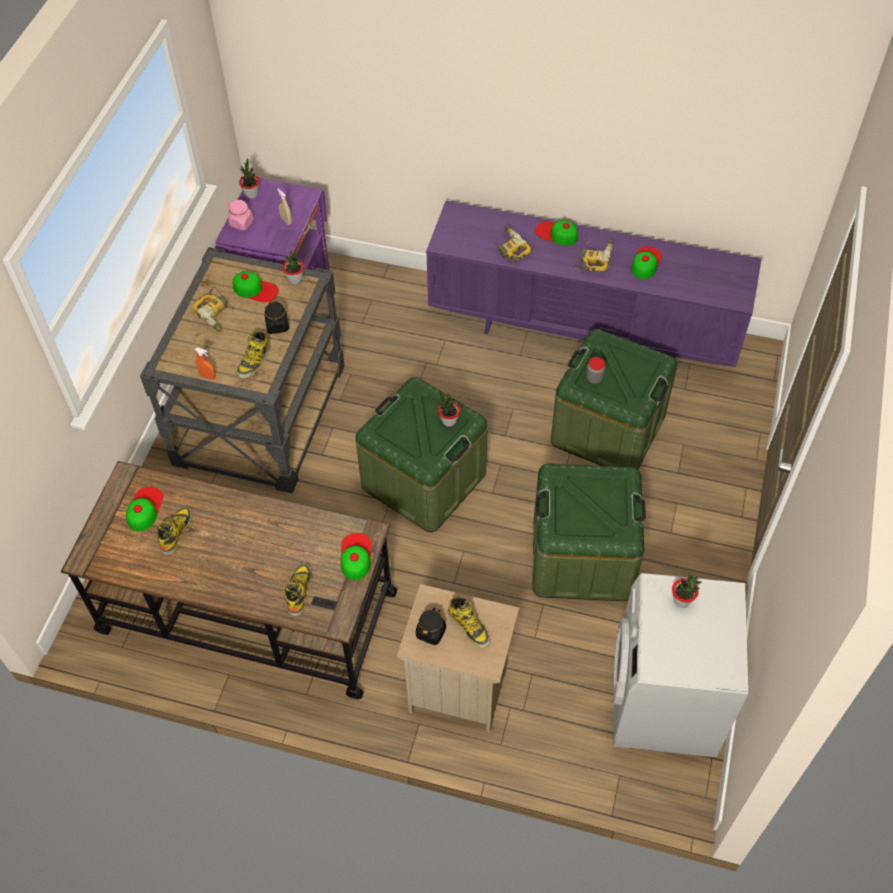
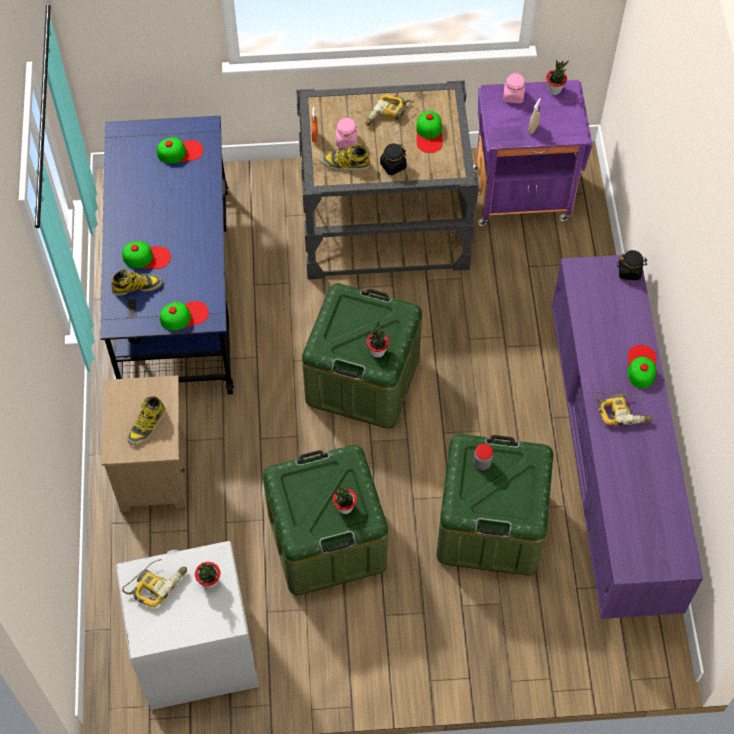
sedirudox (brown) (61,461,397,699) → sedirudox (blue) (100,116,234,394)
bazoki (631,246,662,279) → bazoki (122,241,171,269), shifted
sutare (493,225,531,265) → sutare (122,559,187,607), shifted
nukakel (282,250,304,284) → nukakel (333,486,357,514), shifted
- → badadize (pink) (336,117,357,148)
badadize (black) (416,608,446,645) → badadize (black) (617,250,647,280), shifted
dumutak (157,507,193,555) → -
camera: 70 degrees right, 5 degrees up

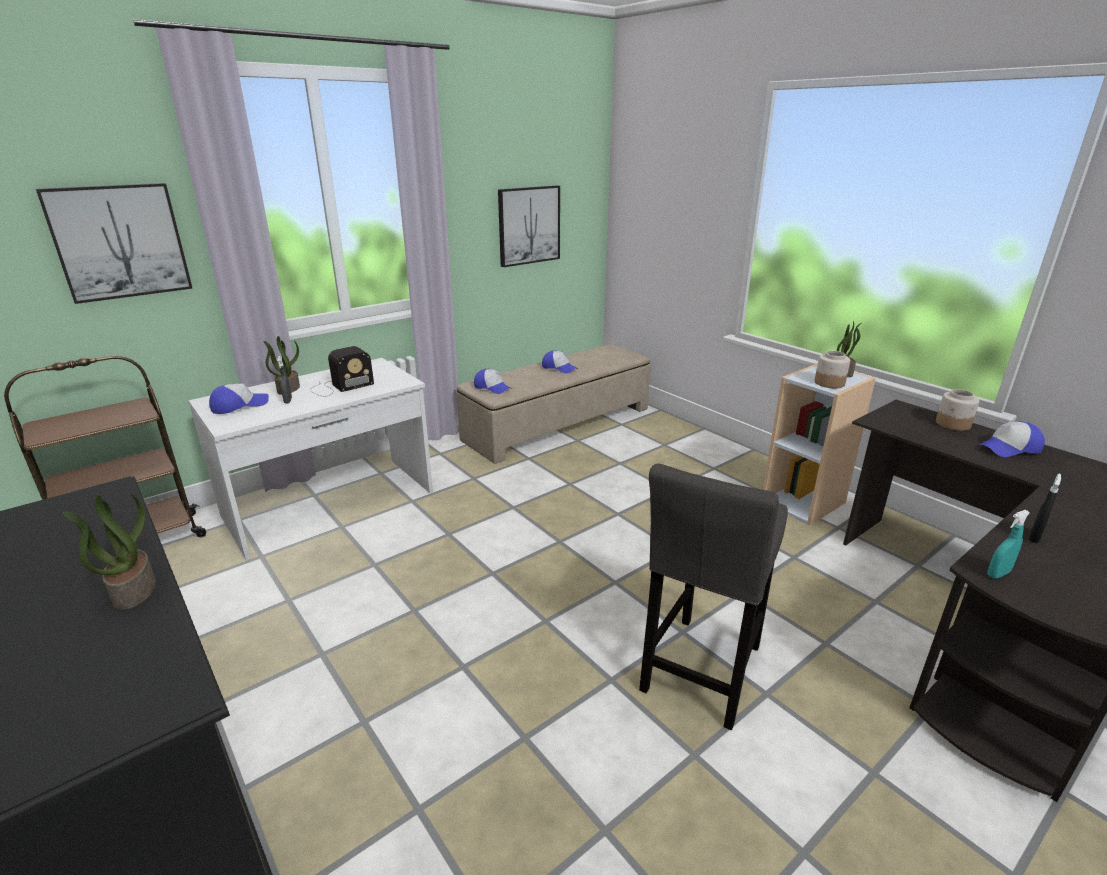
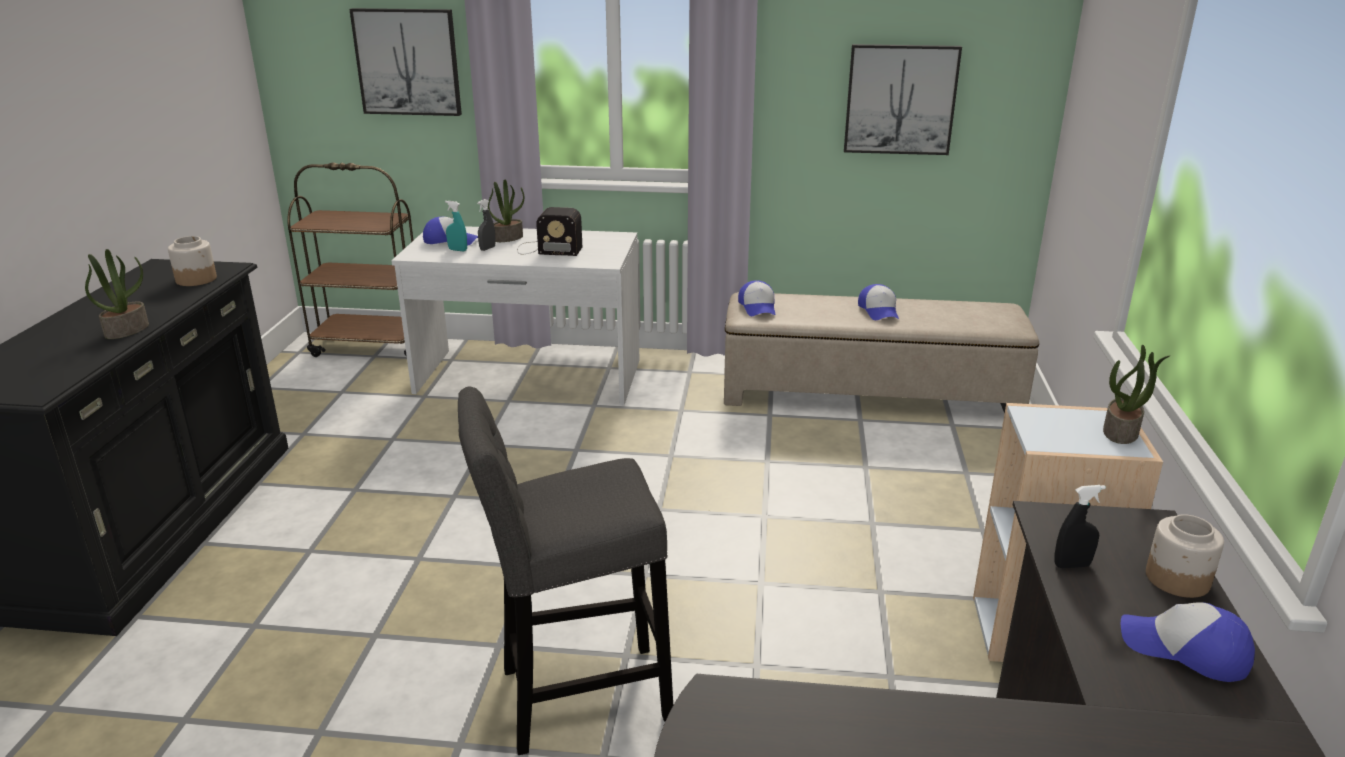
badadize (815,351,850,388) → badadize (168,236,217,286), shifted
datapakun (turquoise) (987,510,1030,578) → datapakun (turquoise) (445,201,467,252), shifted
datapakun (black) (1029,474,1061,543) → datapakun (black) (1054,485,1106,568), shifted
camera: 45 degrees right, 0 degrees up

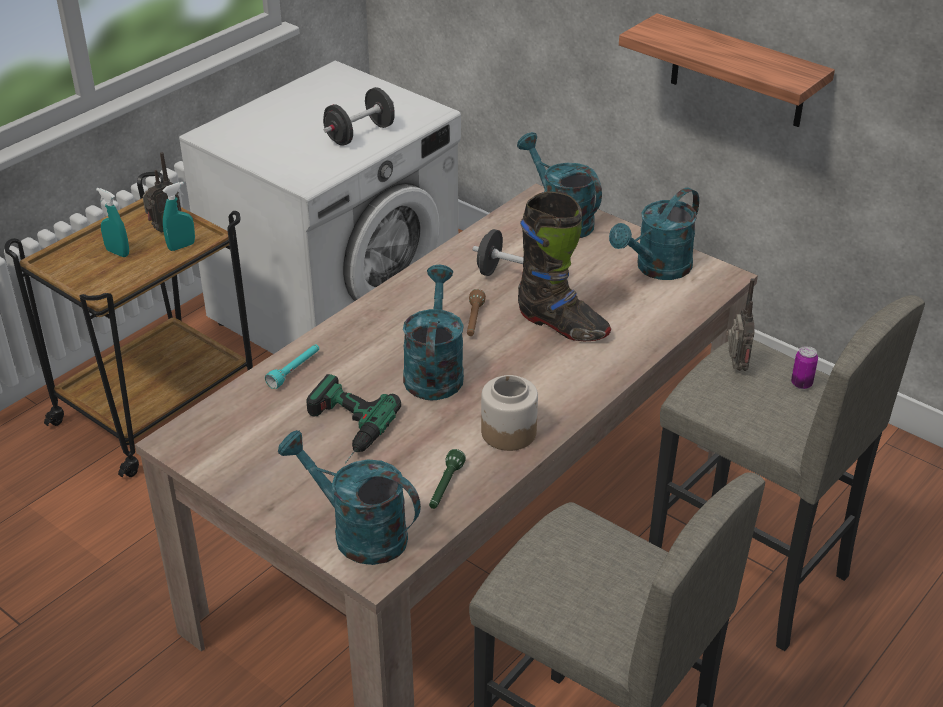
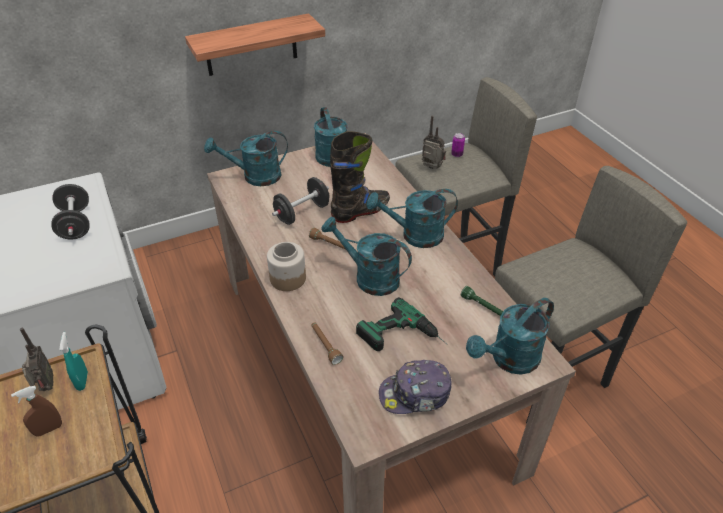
datapakun (turquoise) (96,188,129,257) → datapakun (brown) (11,386,62,437)
badadize (481,375,538,451) → badadize (267,242,306,291), shifted
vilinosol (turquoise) (265,344,319,389) → vilinosol (brown) (311,322,343,365)
- → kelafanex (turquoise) (367,189,458,248)
- → bazoki (379,360,451,414)
camera: 65 degrees left, 5 degrees up

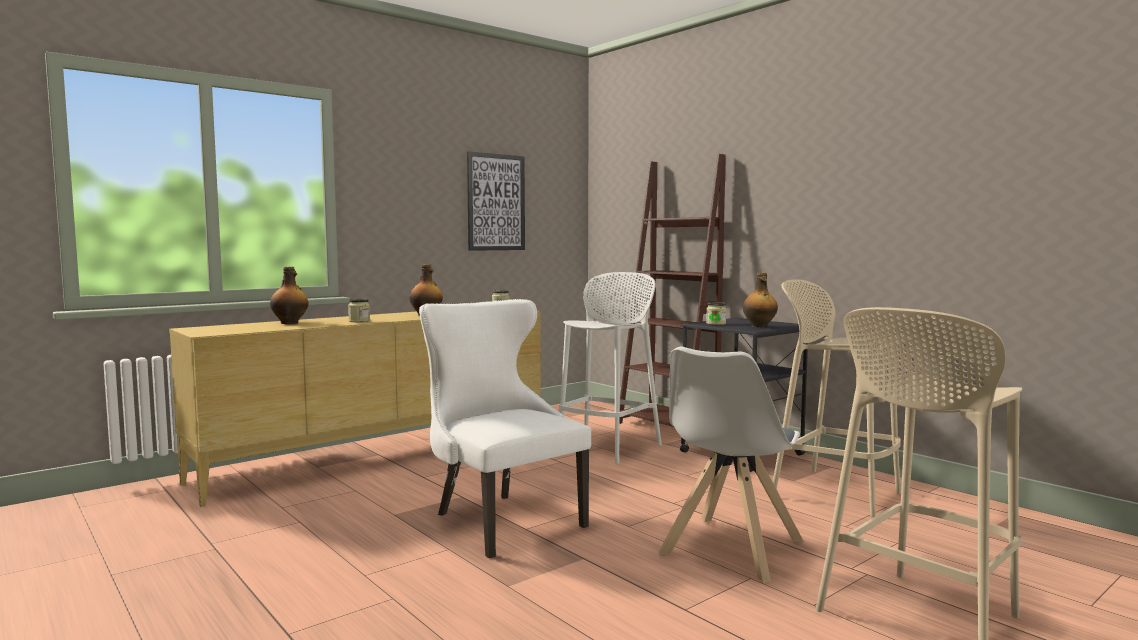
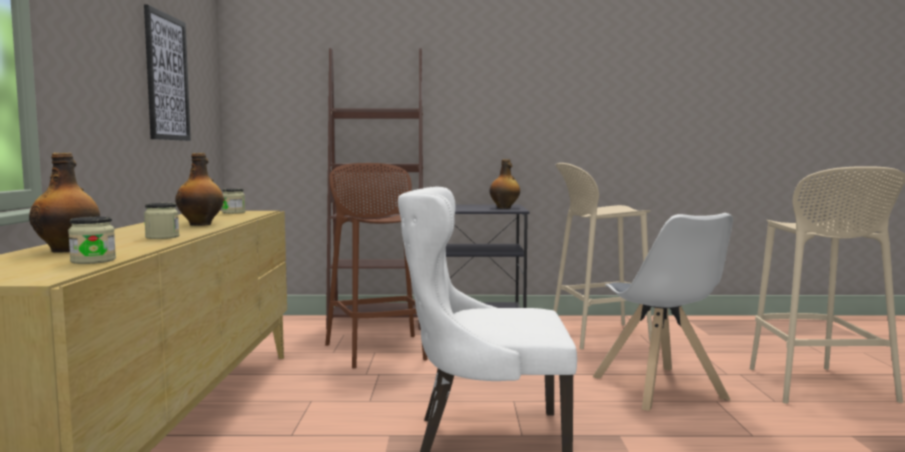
badadize (706,302,726,325) → badadize (68,217,116,264), shifted
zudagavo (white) (559,272,662,464) → zudagavo (brown) (325,163,428,368)
camera: 50 degrees left, 0 degrees up

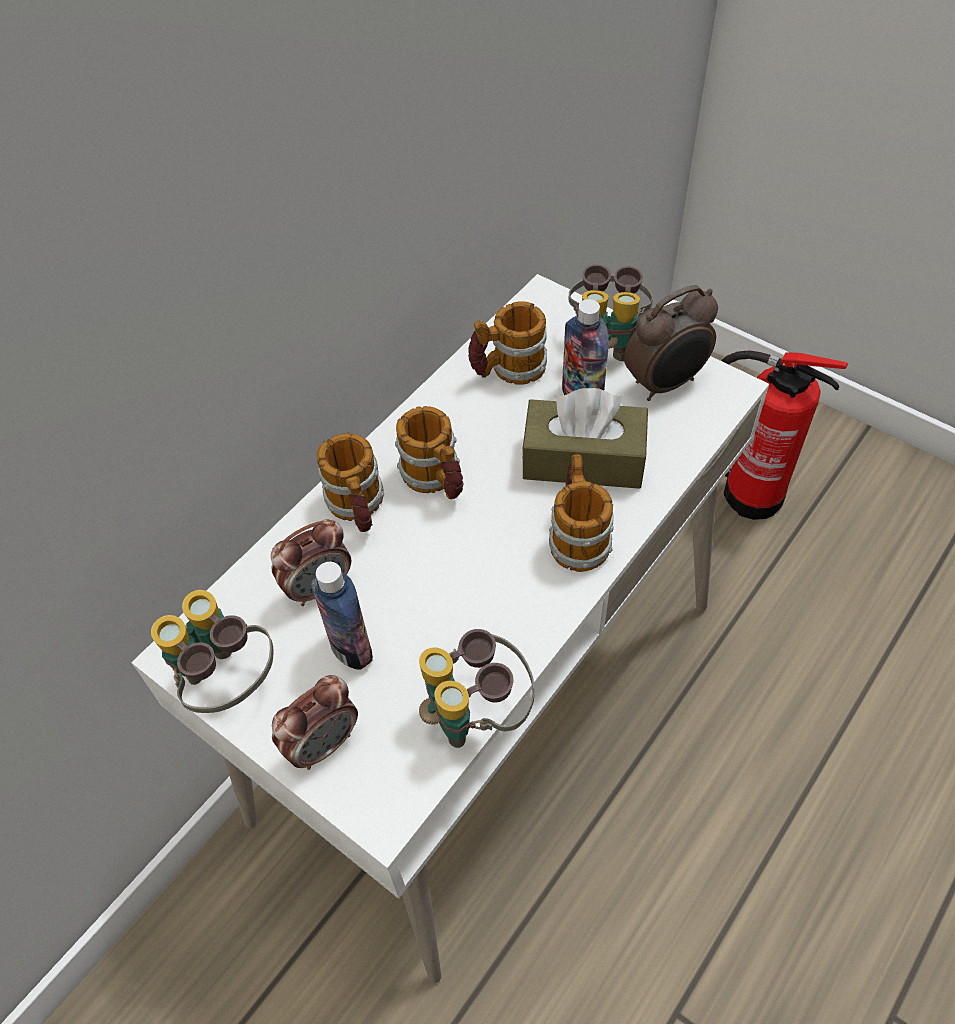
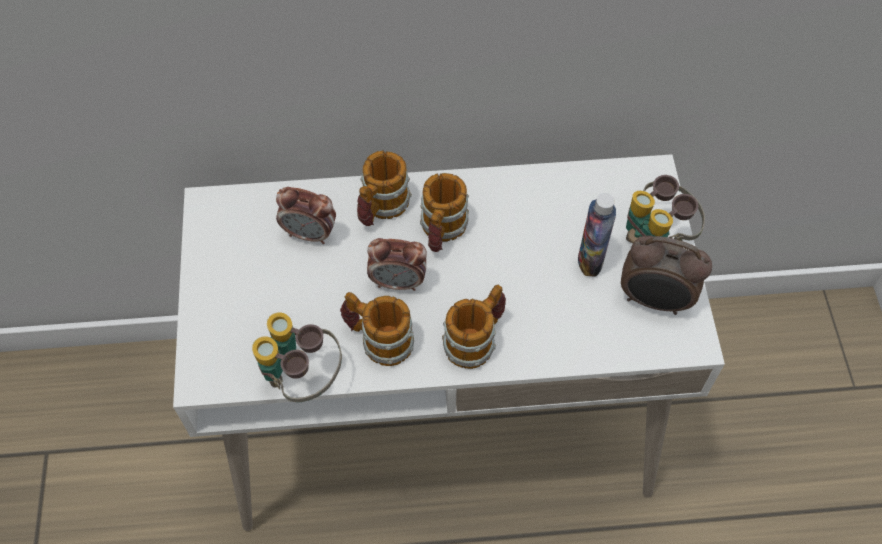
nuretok (468,301,547,385) → nuretok (340,292,414,366), shifted
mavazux (272,675,358,770) → mavazux (367,238,427,291), shifted
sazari (151,590,273,713) → -
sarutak (311,562,373,670) → -
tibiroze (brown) (522,388,648,489) → -
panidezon (721,350,848,520) → -
camera: 45 degrees right, 5 degrees up

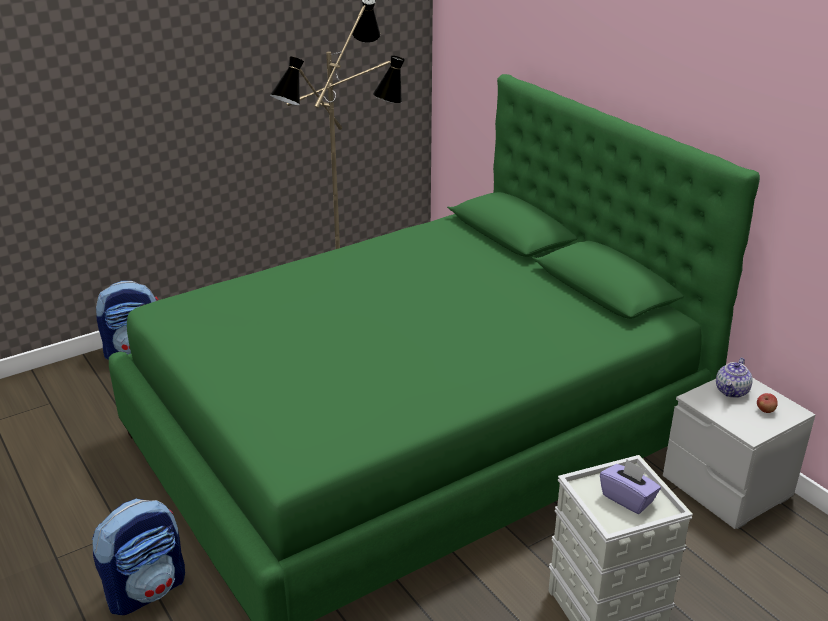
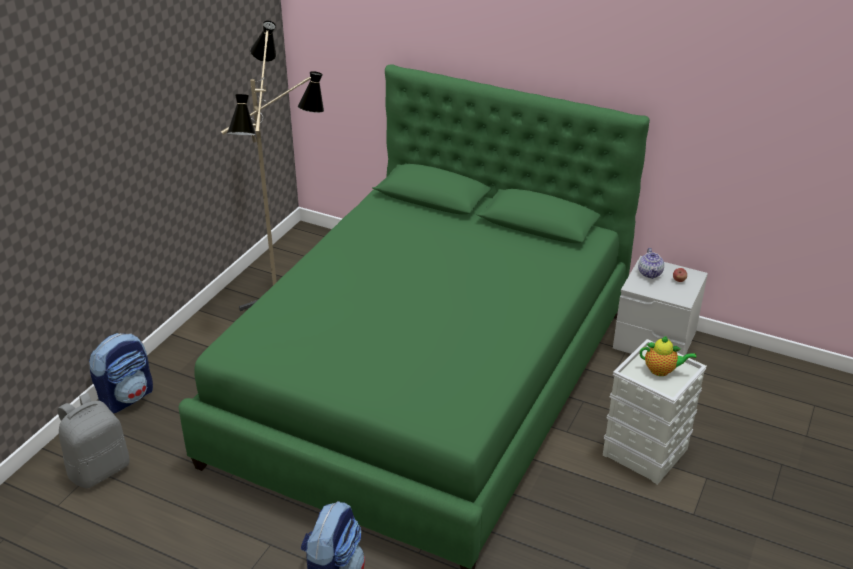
- → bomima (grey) (57,393,129,488)
tibiroze (purple) (600,459,661,514) → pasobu (640,336,696,376)
camera: 30 degrees left, 5 degrees up

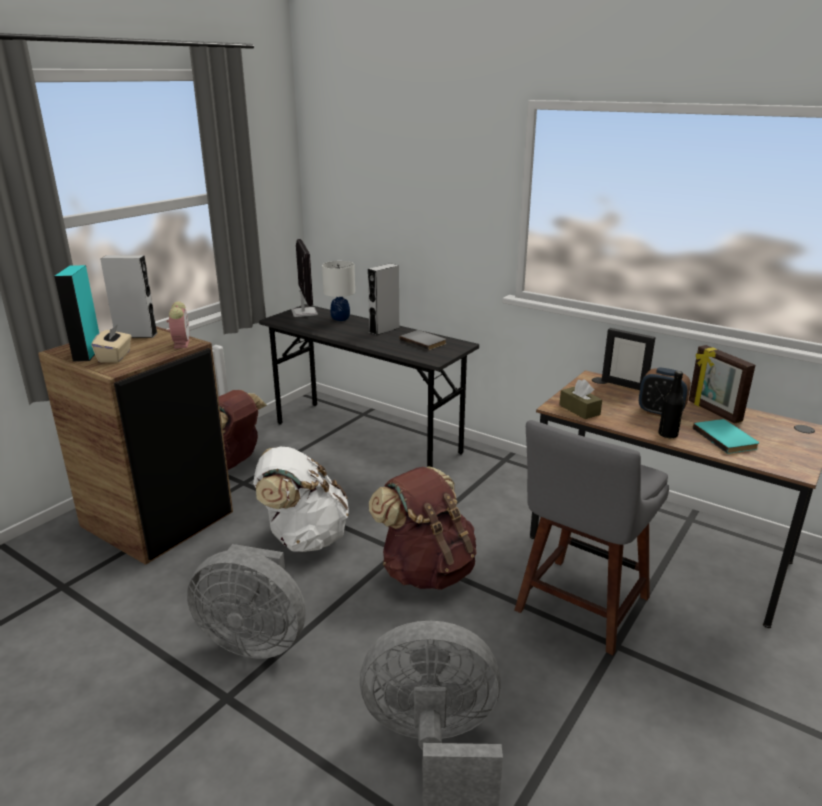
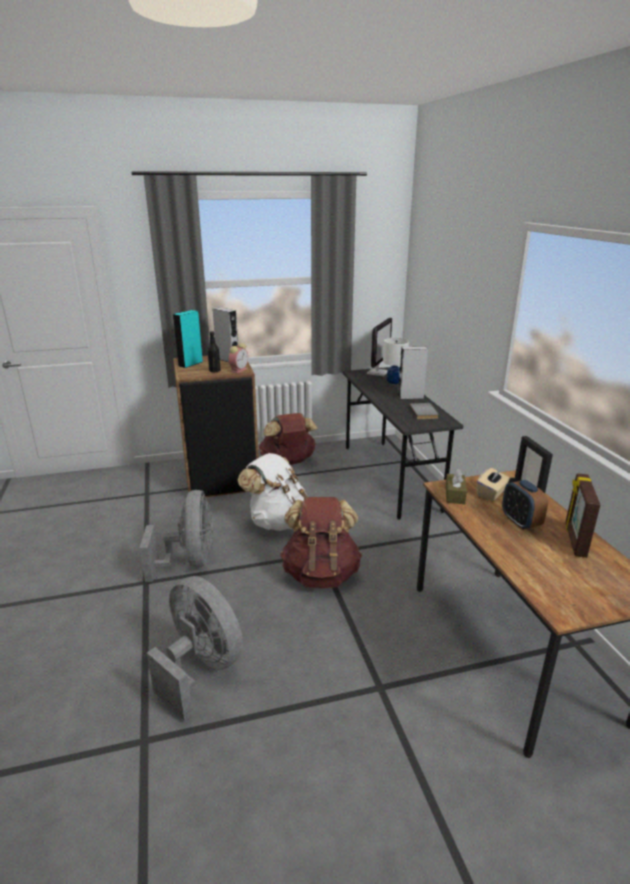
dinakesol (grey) (187,544,306,659) → dinakesol (grey) (140,490,214,582), 150 degrees counterclockwise
sarutak (black) (658,371,684,438) → sarutak (black) (208,331,220,373), shifted
tibiroze (beige) (91,324,132,363) → tibiroze (beige) (477,468,510,501), shifted
zudagavo (grey) (514,420,669,655) → -
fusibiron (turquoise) (693,419,759,454) → -
camera: 40 degrees right, 0 degrees up

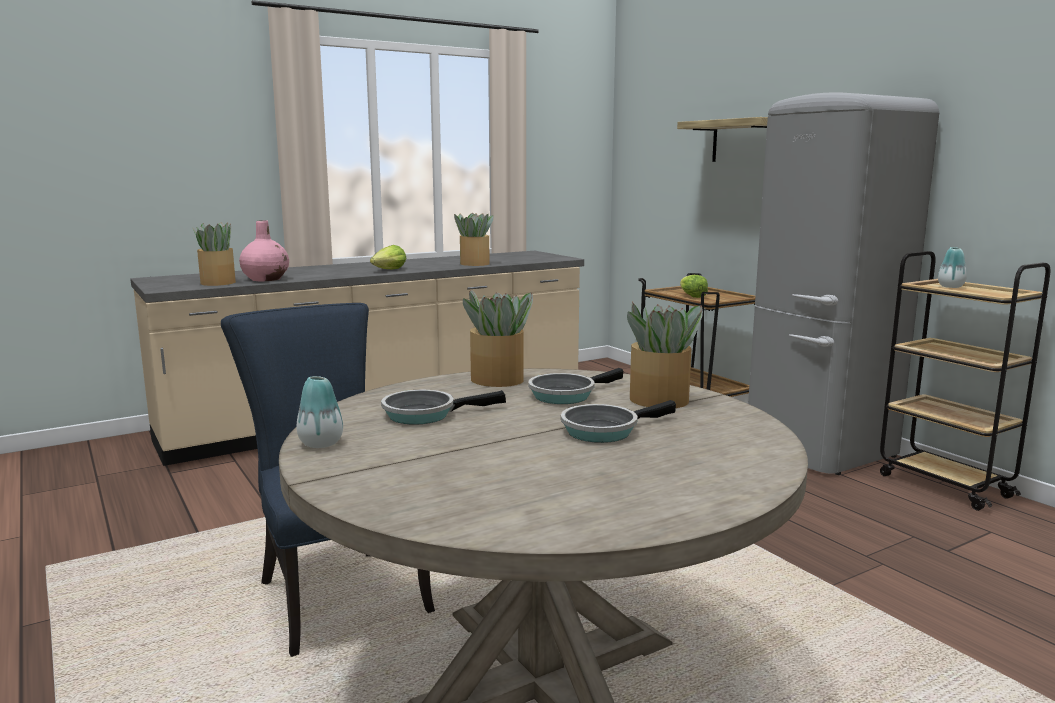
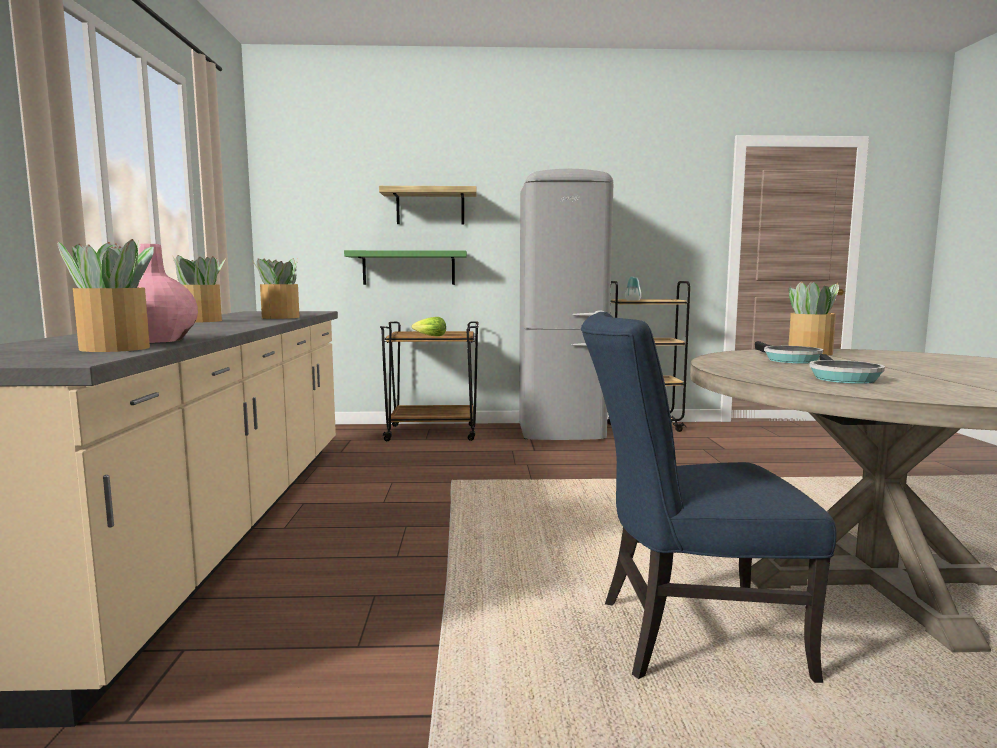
nukakel (463,289,533,387) → nukakel (173,255,226,323), shifted
- → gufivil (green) (344,250,467,285)
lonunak (297,376,343,448) → -
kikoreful (370,245,406,270) → -
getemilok (561,400,676,443) → -
camera: 60 degrees left, 5 degrees down

